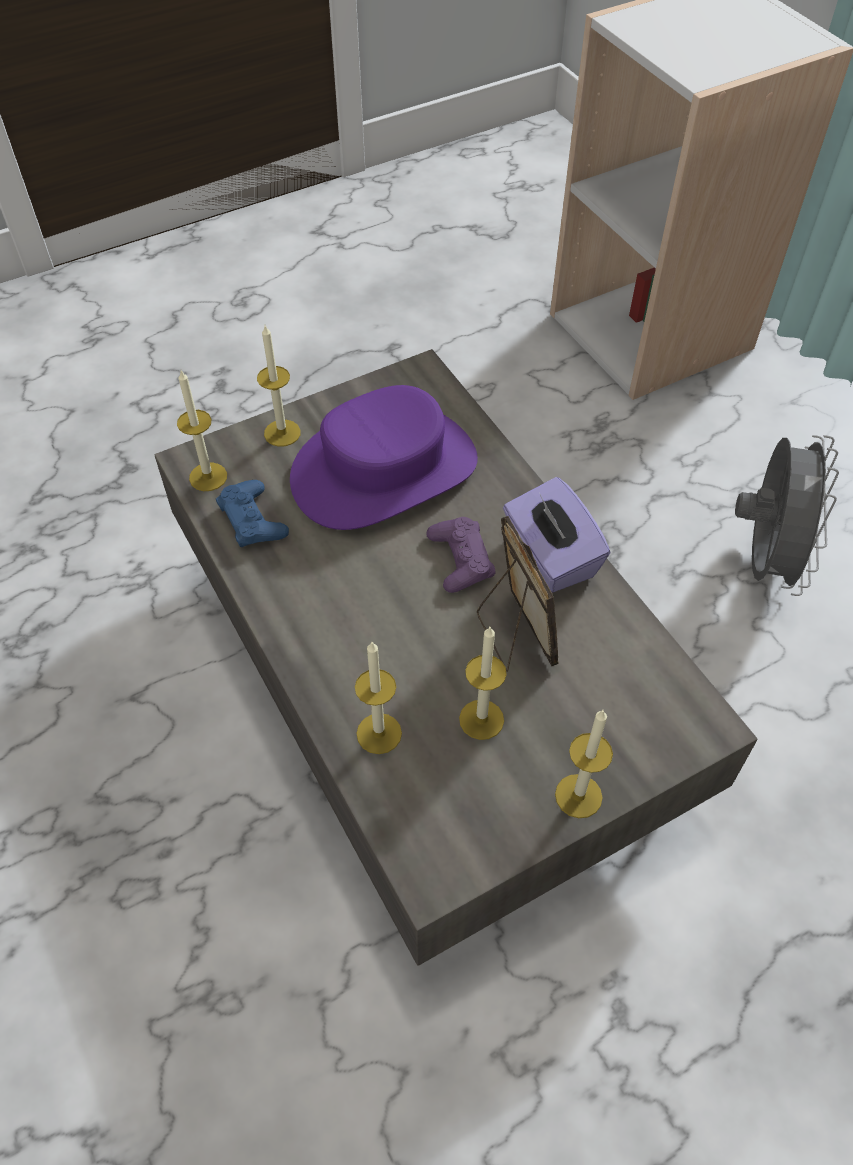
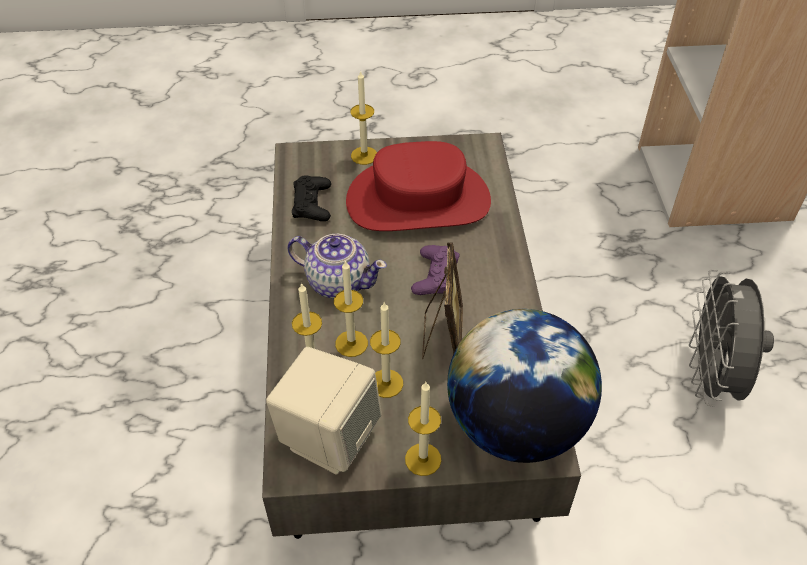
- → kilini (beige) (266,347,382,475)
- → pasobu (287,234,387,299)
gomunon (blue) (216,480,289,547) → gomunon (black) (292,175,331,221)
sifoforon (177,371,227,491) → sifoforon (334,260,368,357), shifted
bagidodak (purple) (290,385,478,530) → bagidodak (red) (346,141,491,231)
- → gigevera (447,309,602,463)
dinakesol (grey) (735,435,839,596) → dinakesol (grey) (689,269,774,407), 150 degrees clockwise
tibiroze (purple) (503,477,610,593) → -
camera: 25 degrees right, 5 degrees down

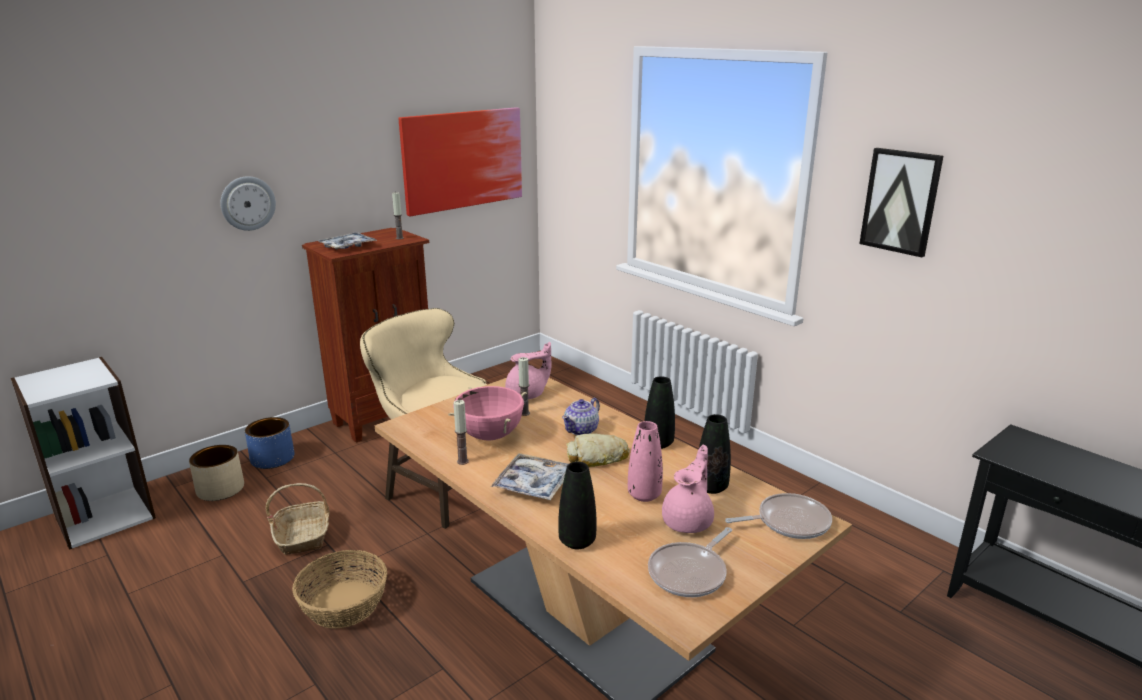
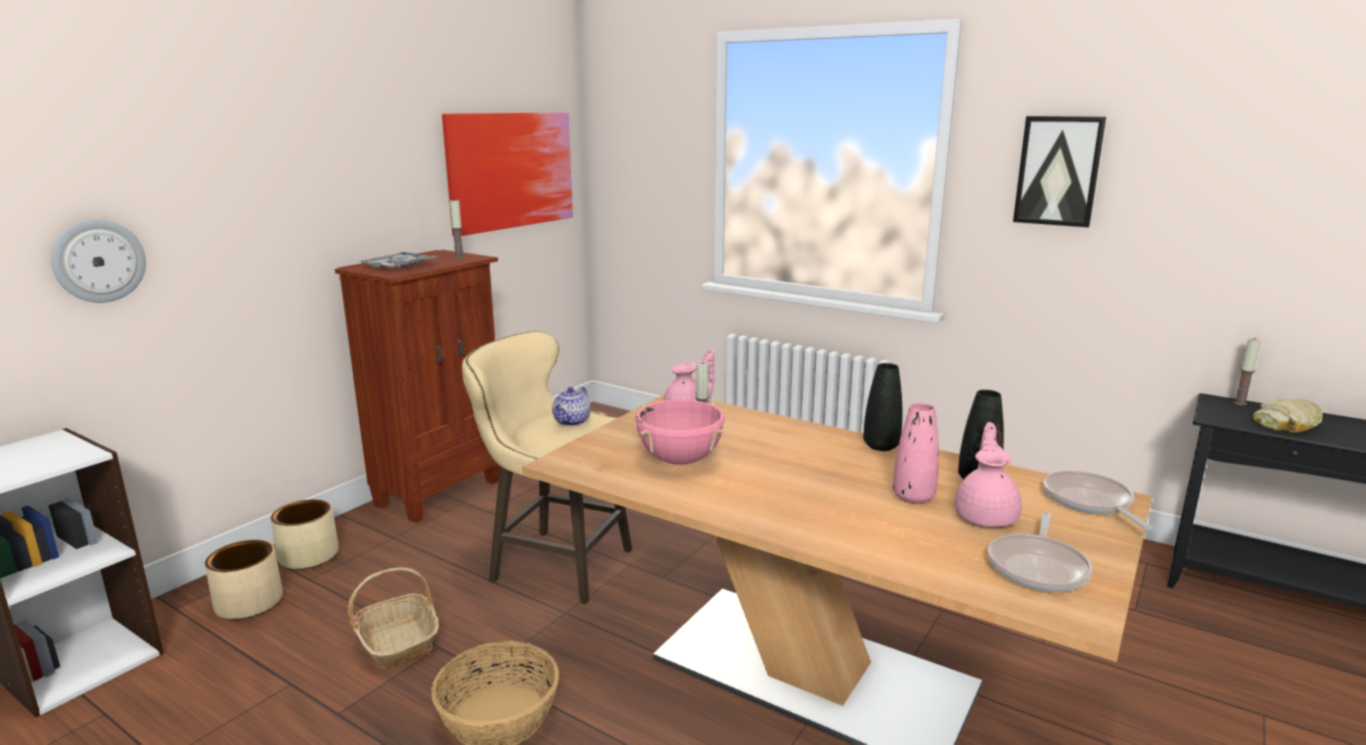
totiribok (221,176,276,231) → totiribok (51,219,146,303), shifted
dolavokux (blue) (245,417,294,469) → dolavokux (beige) (271,499,339,570)
pasobu (562,398,600,435) → pasobu (552,387,590,426), shifted
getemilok (725,493,832,539) → getemilok (1044,471,1153,530), 75 degrees counterclockwise
sifoforon (453,400,469,465) → sifoforon (1233,338,1261,405), shifted
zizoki (566,434,630,467) → zizoki (1253,399,1323,433), shifted
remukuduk (490,453,568,500) → -
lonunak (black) (558,462,597,549) → -
camera: 15 degrees left, 5 degrees down

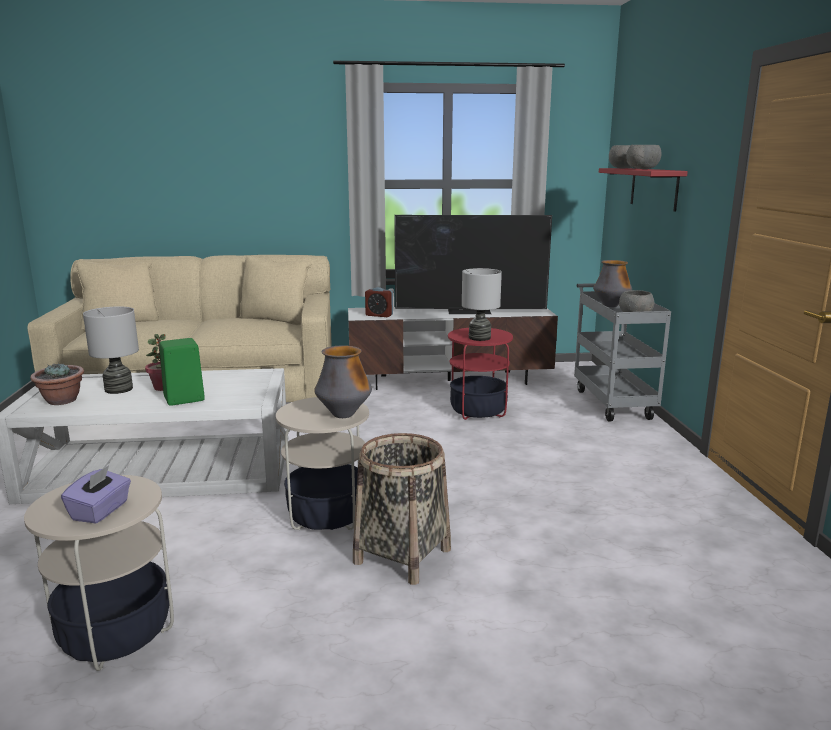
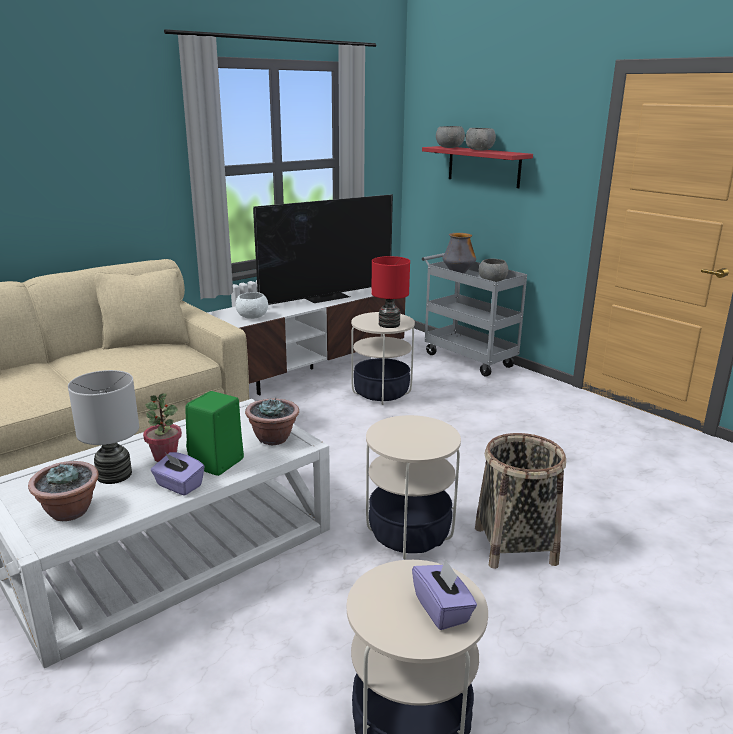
- → tibiroze (purple) (151,452,205,496)
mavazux (365,287,393,317) → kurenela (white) (235,292,268,319)
- → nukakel (245,398,299,445)
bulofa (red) (448,328,513,420) → bulofa (beige) (351,312,415,405)
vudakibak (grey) (462,268,502,341) → vudakibak (red) (371,256,410,328)
lonunak (314,345,372,418) → -
camera: 35 degrees left, 5 degrees up

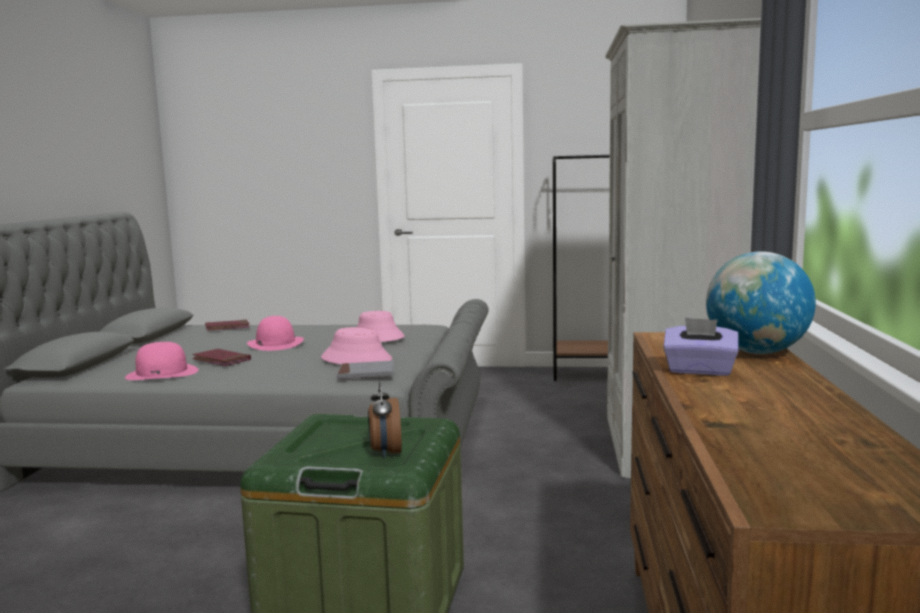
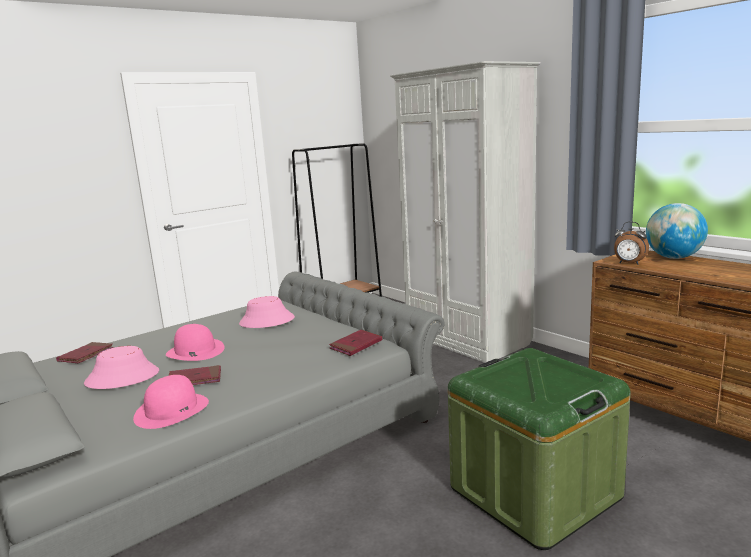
bagidodak (pink) (321,327,392,364) → bagidodak (pink) (84,346,159,389), shifted
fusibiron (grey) (337,360,395,379) → fusibiron (red) (329,330,382,356)
mavazux (368,380,402,458) → mavazux (614,221,649,265), shifted
tibiroze (purple) (663,317,739,376) → -
camera: 45 degrees left, 5 degrees up

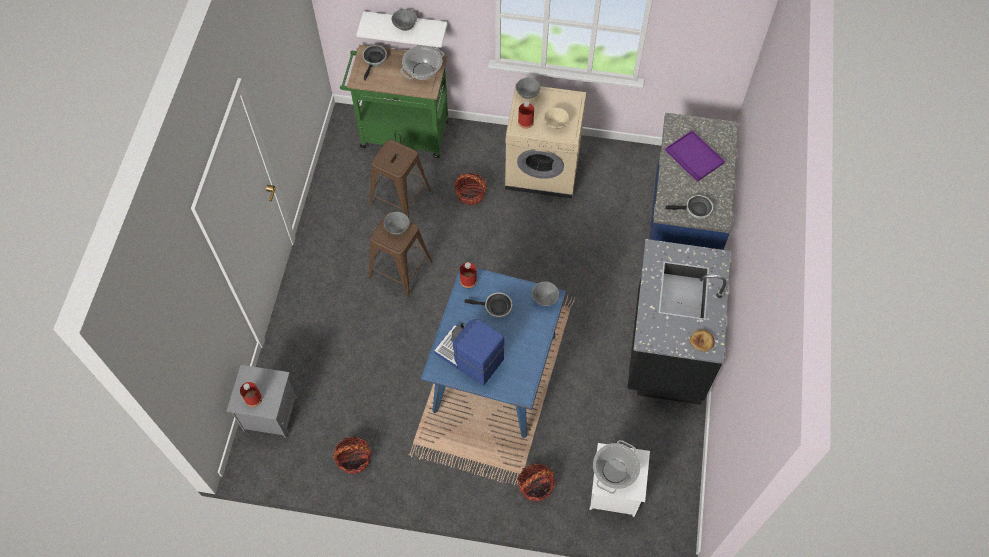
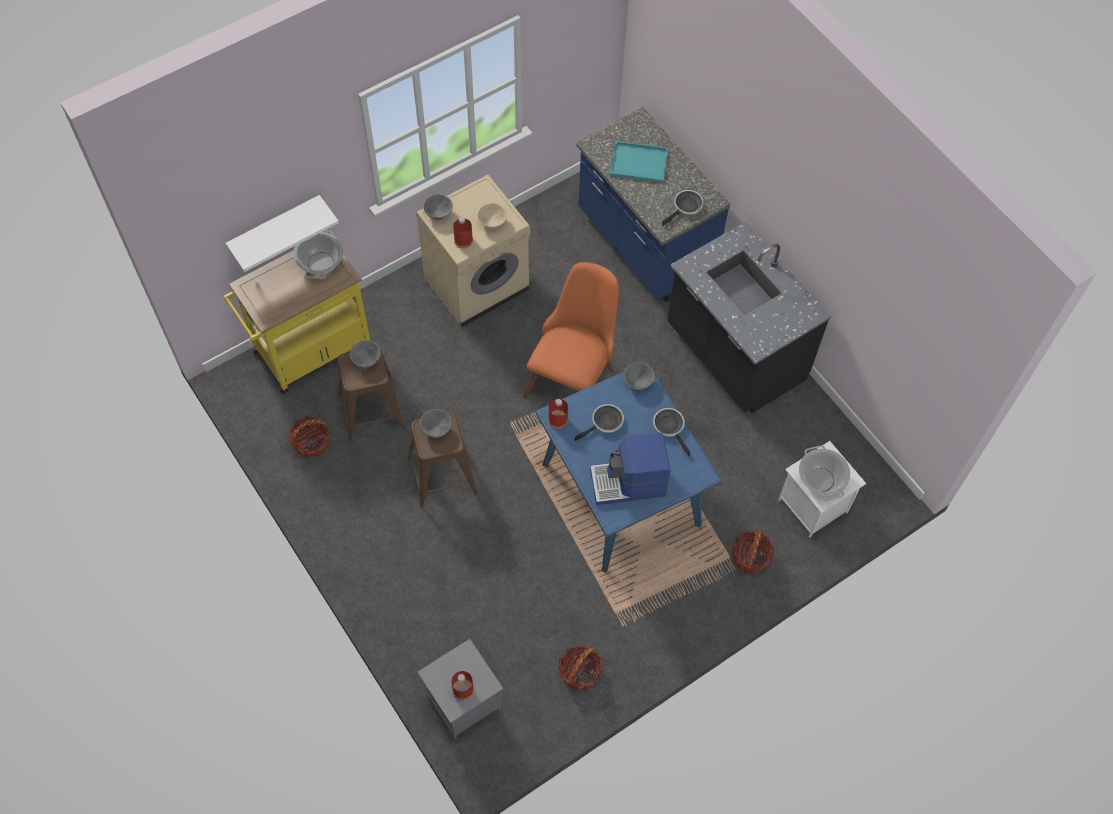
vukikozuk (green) (340,45,448,159) → vukikozuk (yellow) (223,250,370,394)
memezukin (455,173,487,205) → memezukin (289,416,329,457), shifted
kurenela (grey) (392,9,417,31) → kurenela (grey) (350,341,380,367), shifted
- → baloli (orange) (523,262,619,399)
remukuduk (purple) (665,130,725,182) → remukuduk (turquoise) (610,141,669,183)
getemilok (362,45,387,80) → getemilok (653,408,690,456), shifted
zizoki (689,330,715,352) → -
camera: 45 degrees left, 0 degrees up

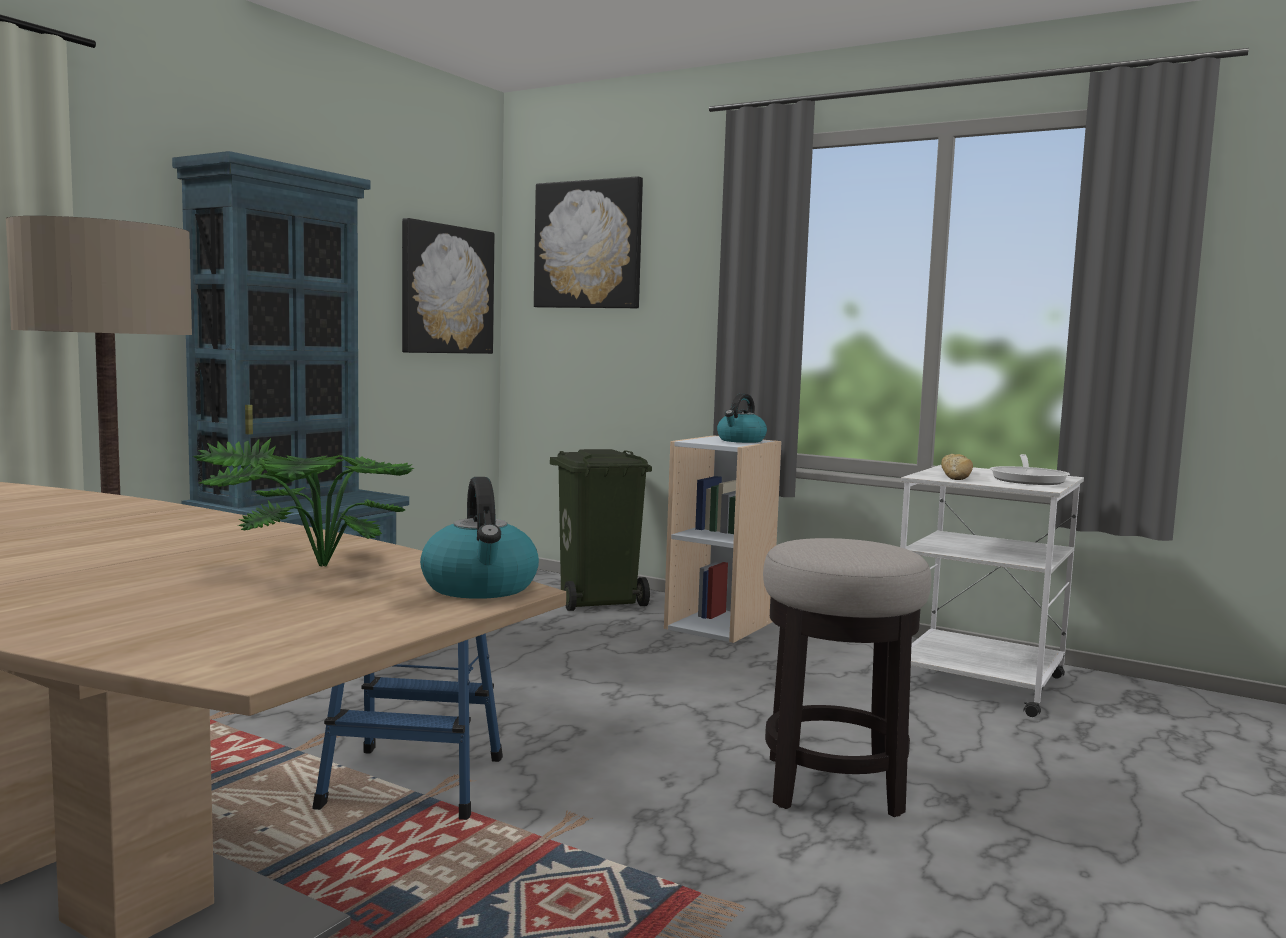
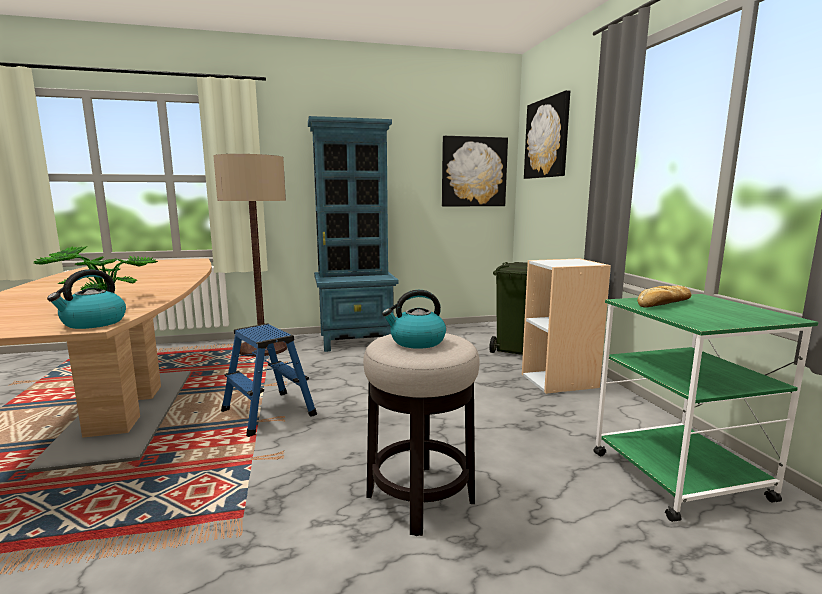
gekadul (717,393,767,443) → gekadul (382,290,446,349), shifted
vukikozuk (white) (900,465,1084,717) → vukikozuk (green) (593,294,818,522)
getemilok (990,454,1070,485) → -
camera: 45 degrees right, 5 degrees up

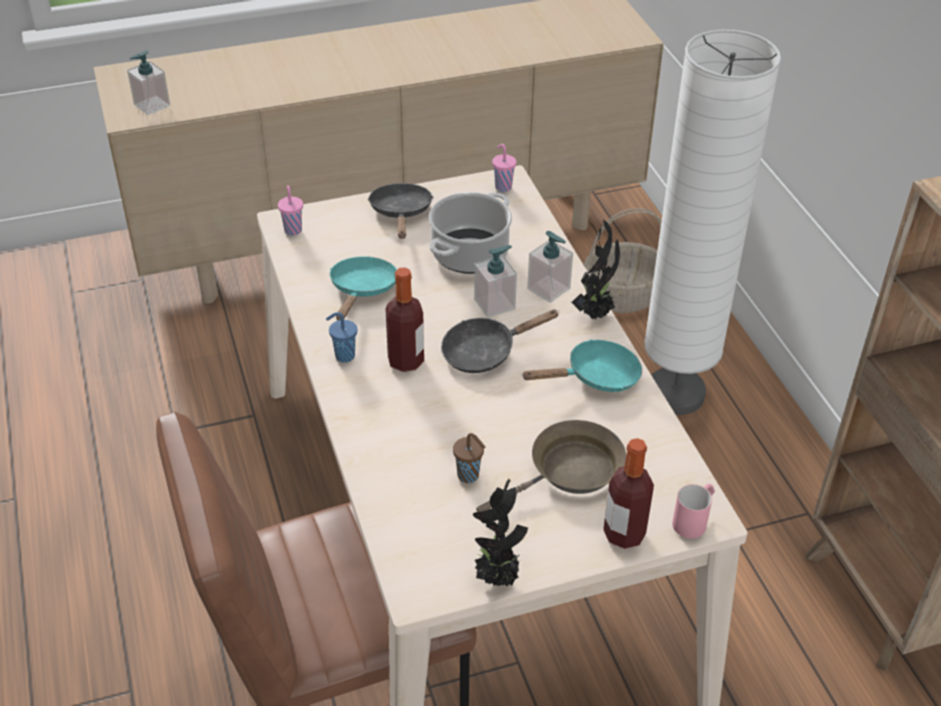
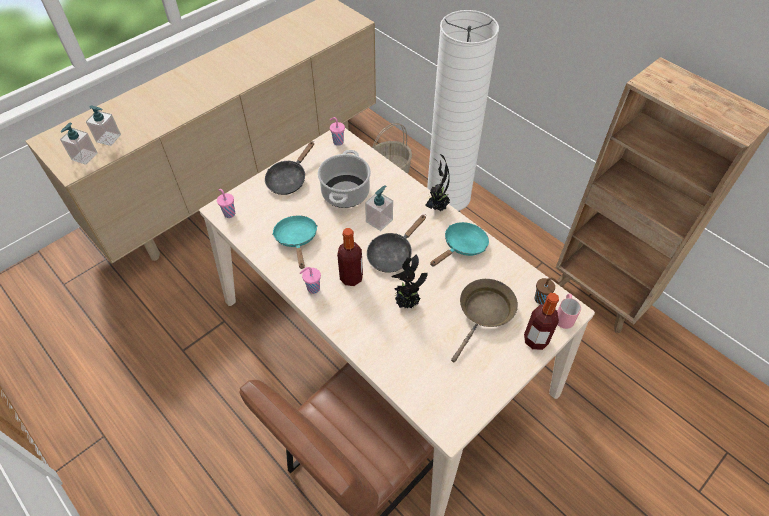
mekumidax (527,231,573,303) → mekumidax (86,105,121,146), shifted
getemilok (black) (367,183,434,239) → getemilok (black) (265,141,314,195), 120 degrees counterclockwise
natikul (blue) (326,312,357,363) → natikul (pink) (300,267,321,294)
nukakel (473,479,528,587) → nukakel (392,251,428,308), shifted
natikul (brown) (453,433,485,483) → natikul (brown) (534,278,559,304), shifted
camera: 25 degrees left, 10 degrees up

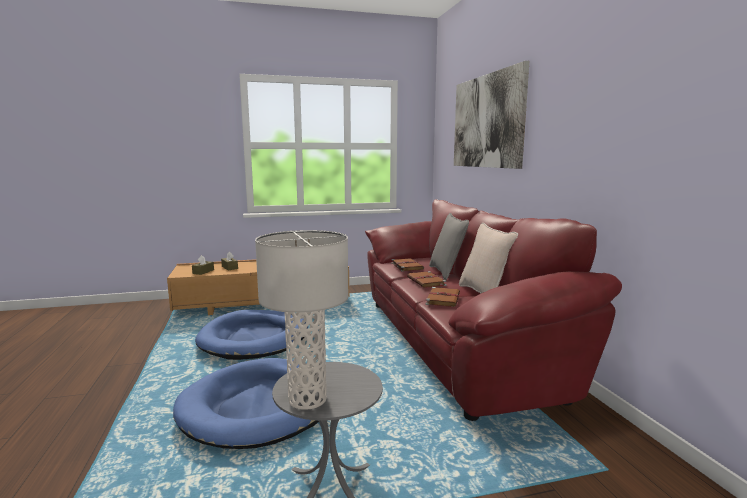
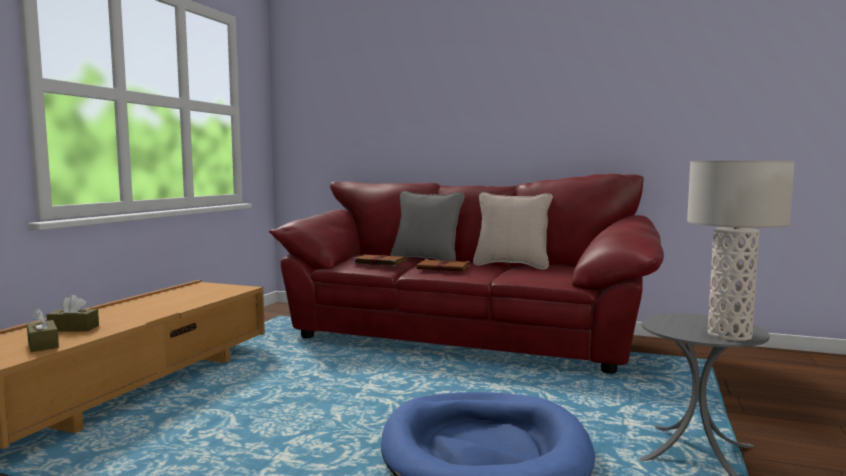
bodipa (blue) (195,310,308,360) → -
fusibiron (brown) (426,287,460,307) → -
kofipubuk (454,61,529,169) → -
camera: 55 degrees left, 5 degrees down

